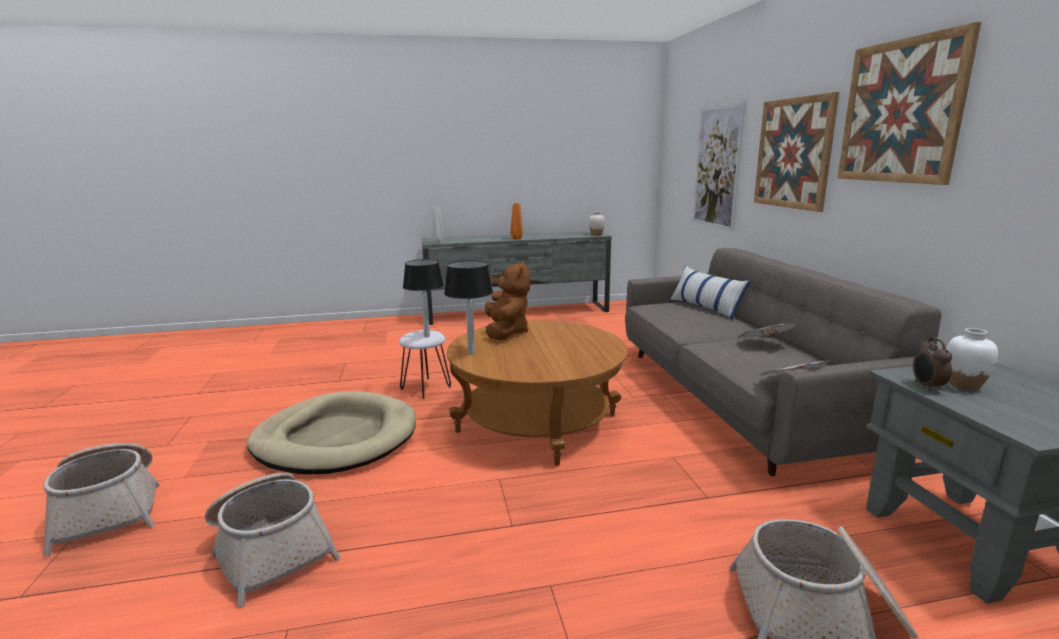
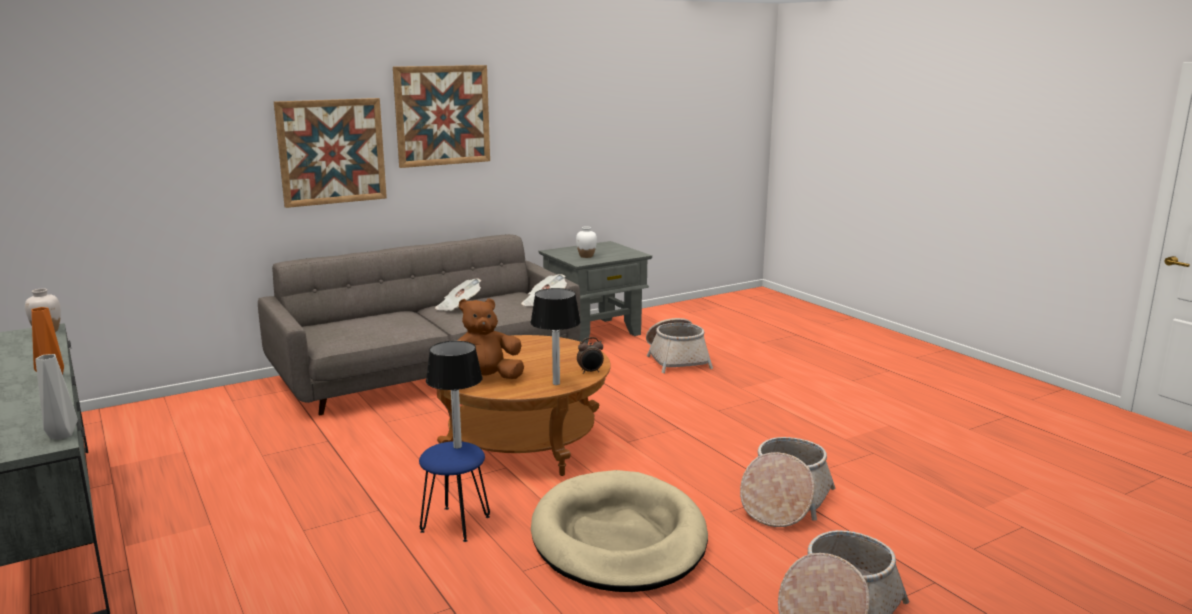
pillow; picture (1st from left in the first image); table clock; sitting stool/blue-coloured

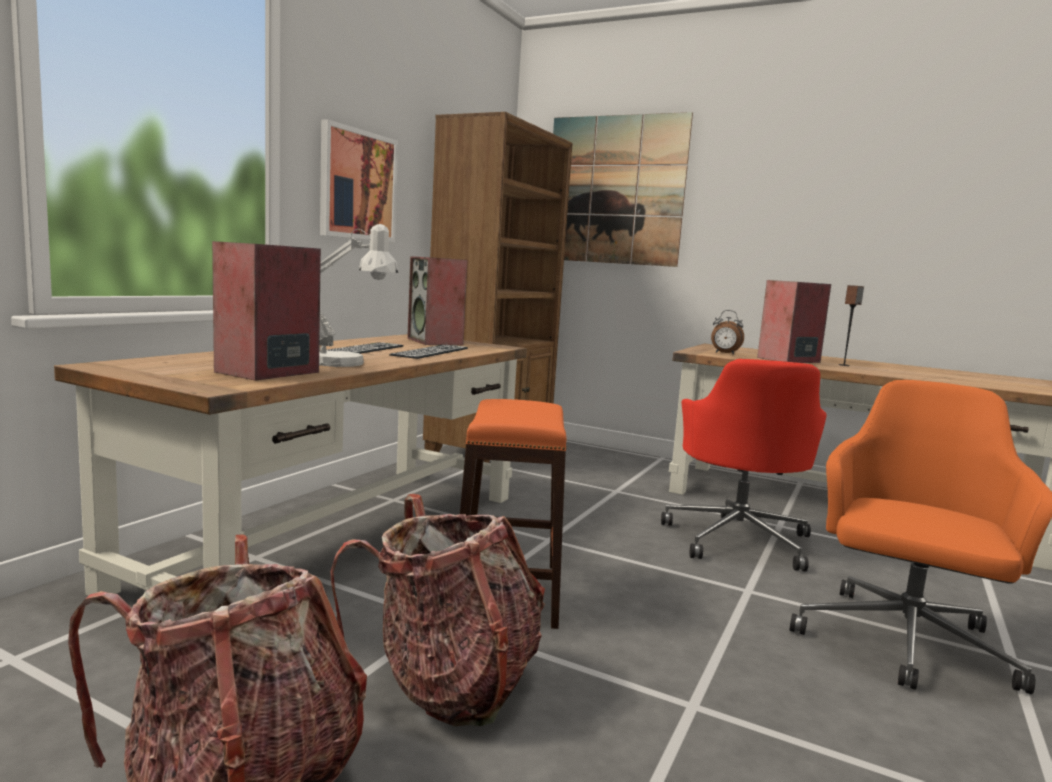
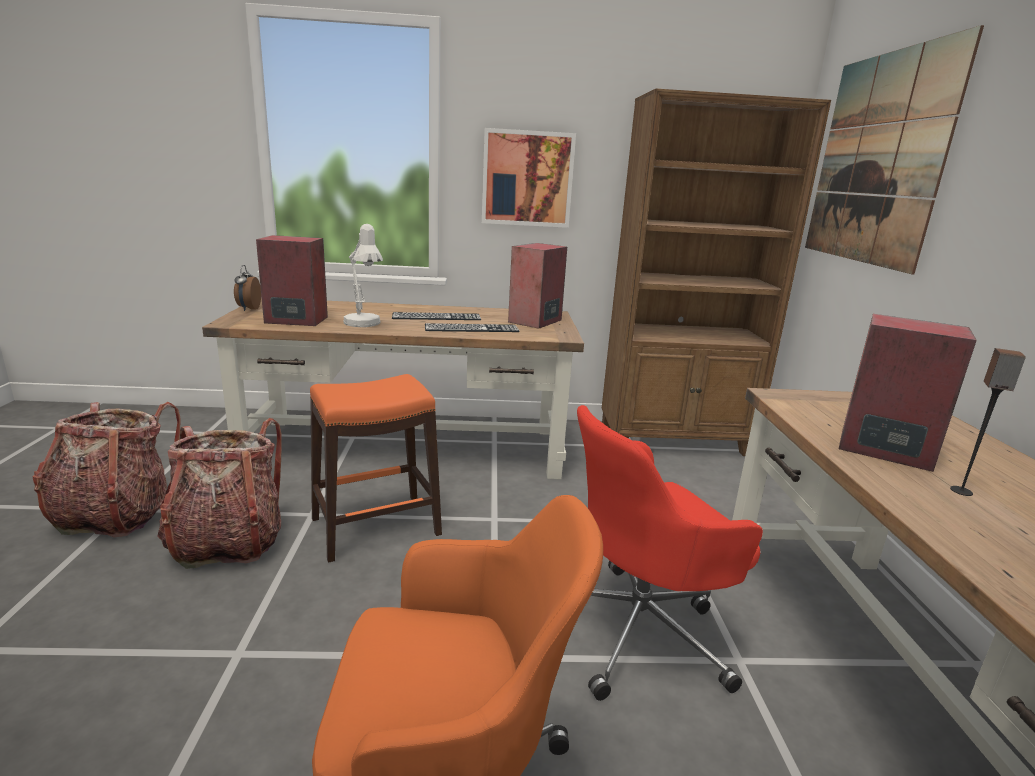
table clock

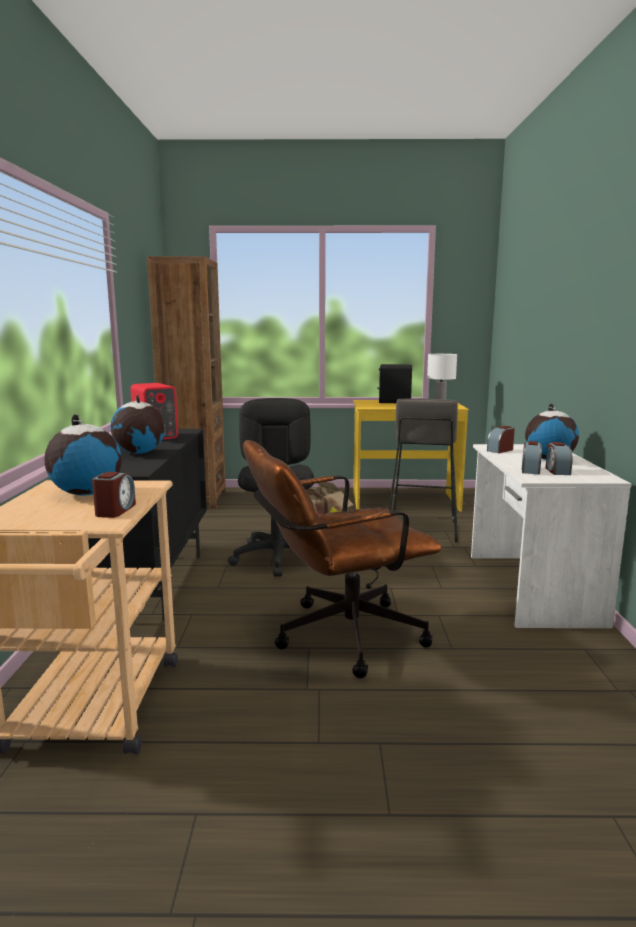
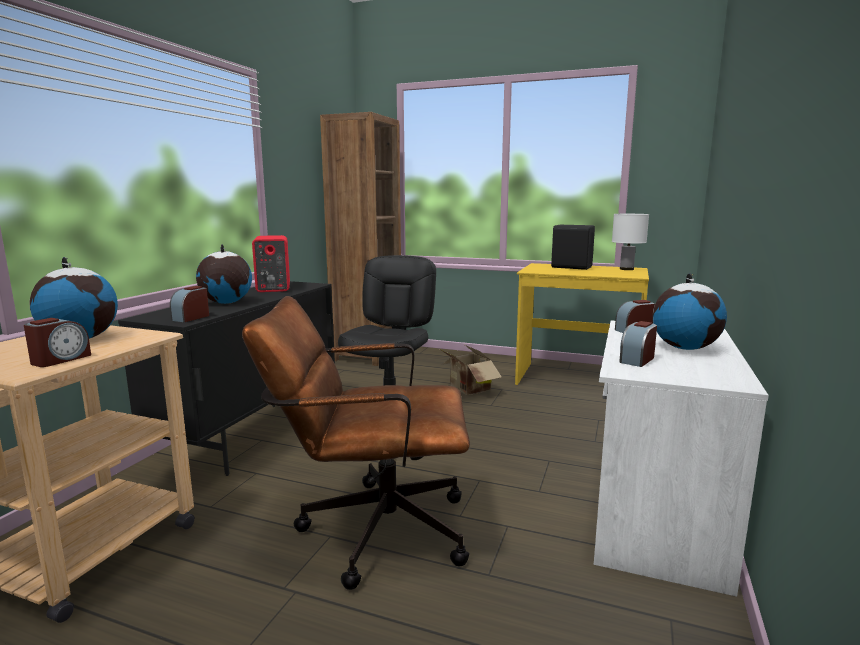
sitting stool/grey; table clock (2nd from left)

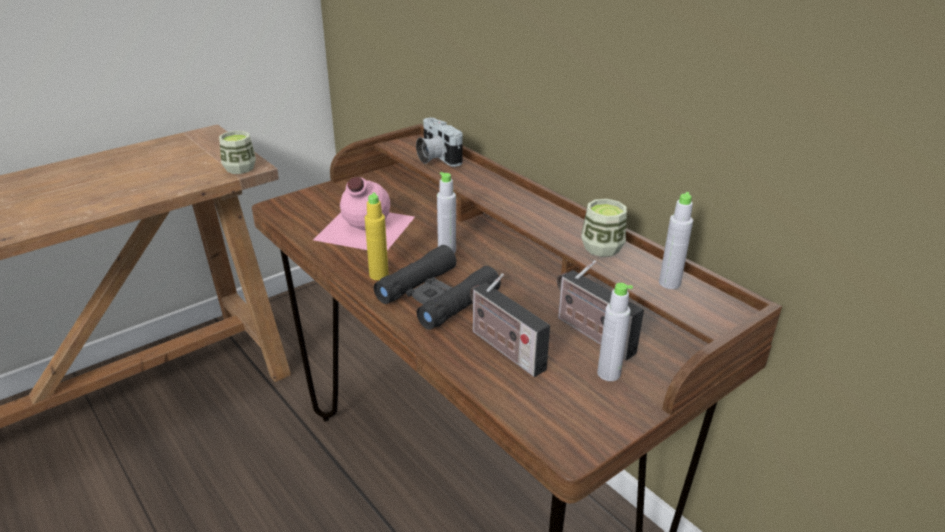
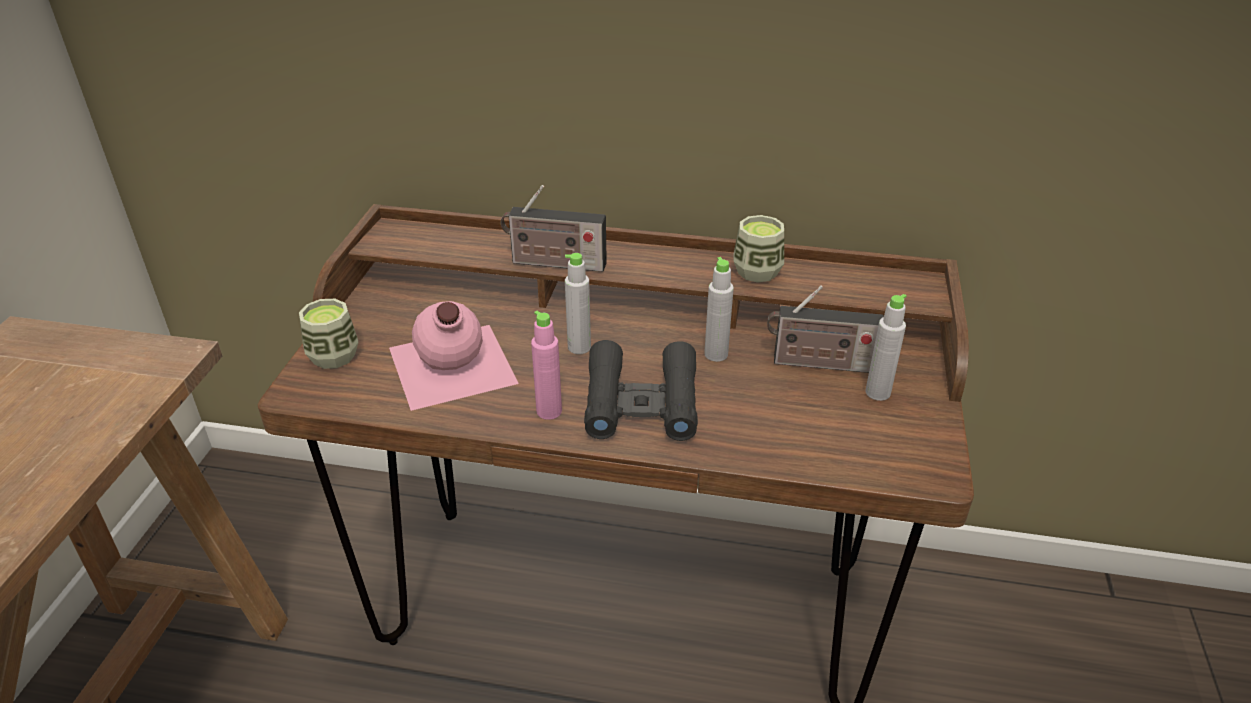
still camera; small cup (1st from left); radio (1st from left); bottle/grey (2nd from left); bottle/pinkish (2nd from left)

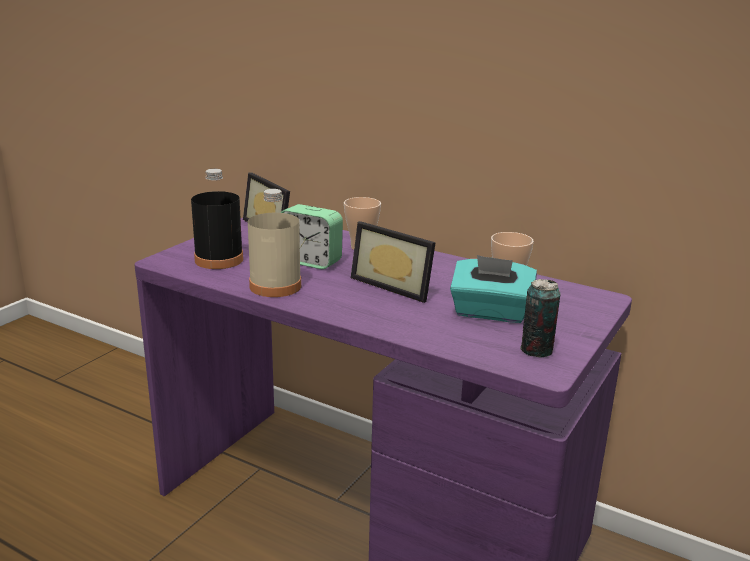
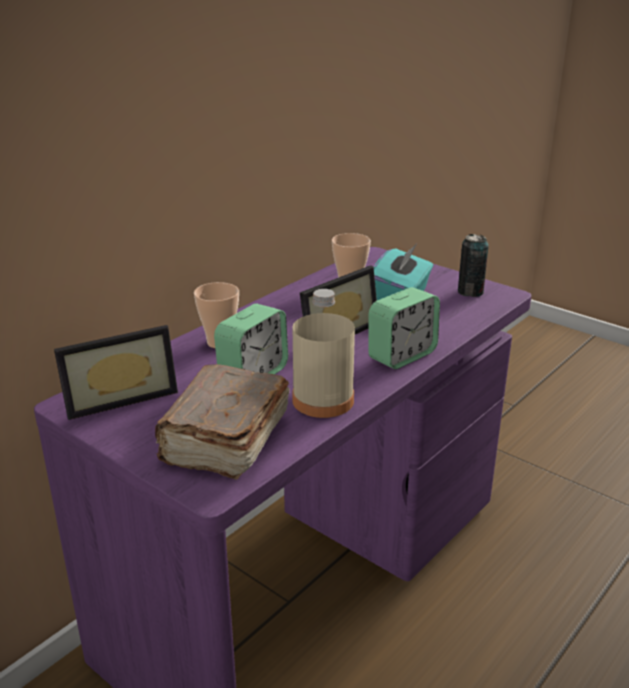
table clock (2nd from left); book/brownish

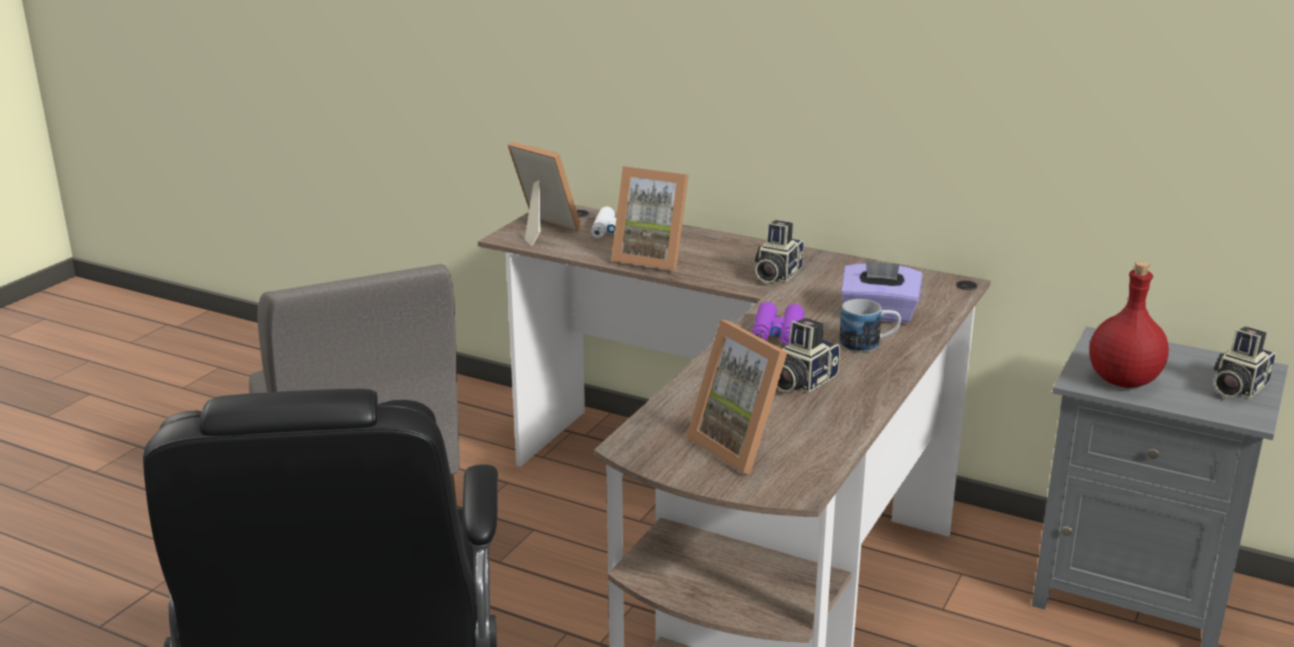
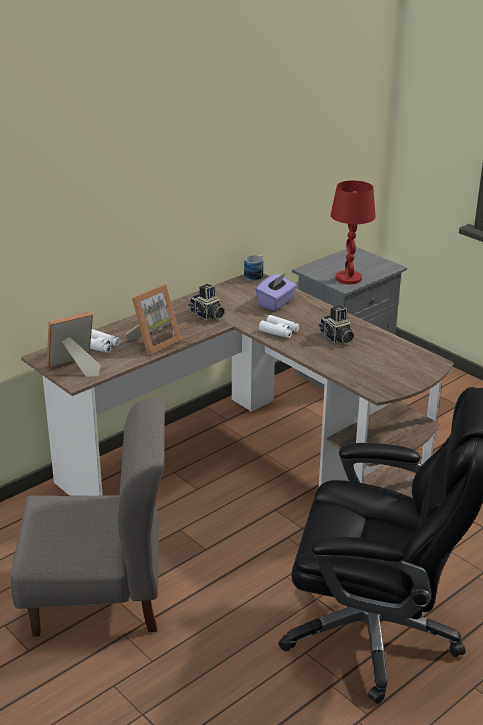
picture frame (3rd from left in the first image); still camera (3rd from left in the first image); tea mug; tabletop lamp/red-coloured; field glasses/white (2nd from left)

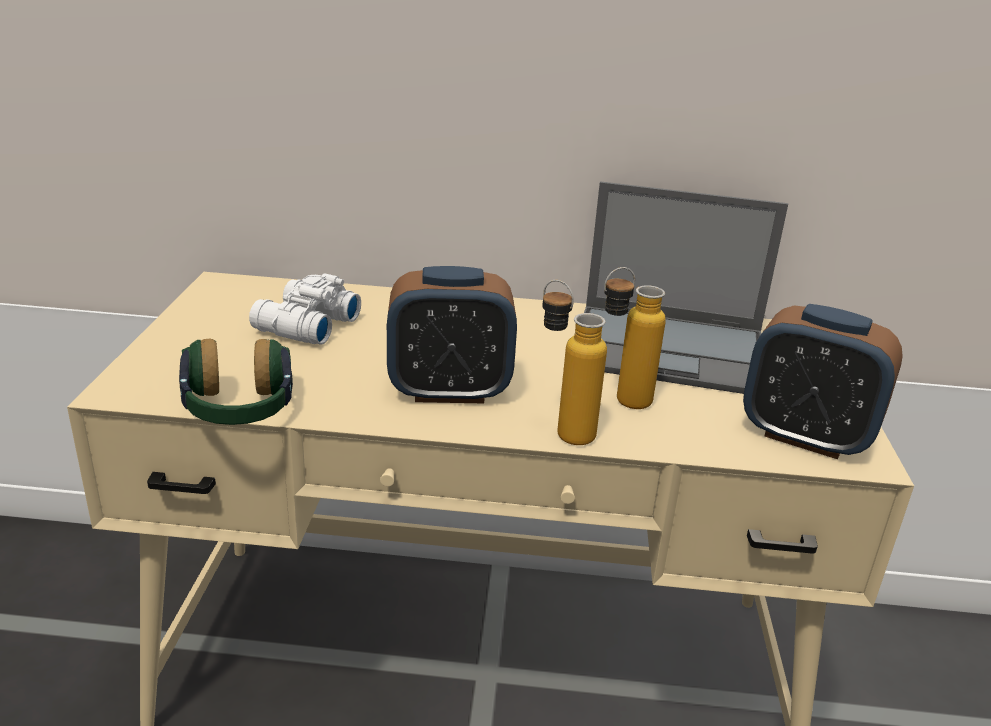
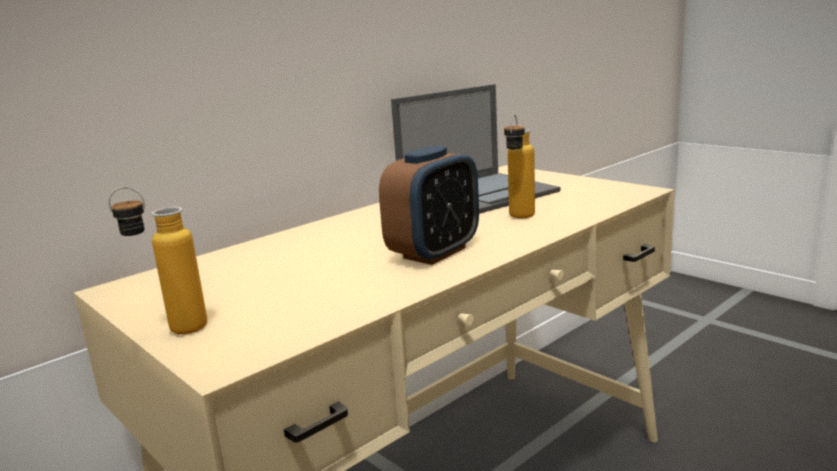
headset; field glasses/white; table clock (2nd from left in the first image); bottle (1st from left)

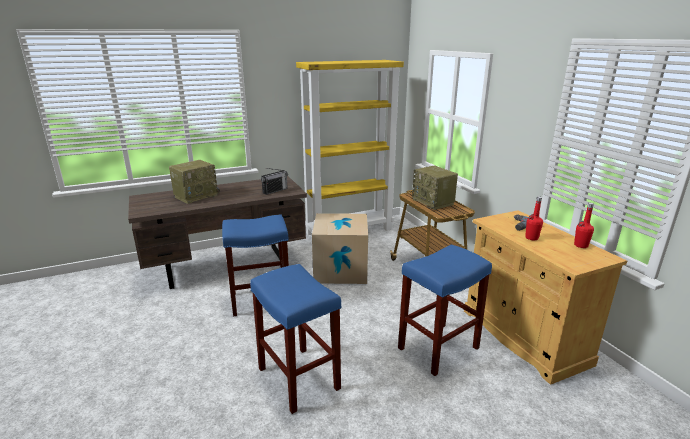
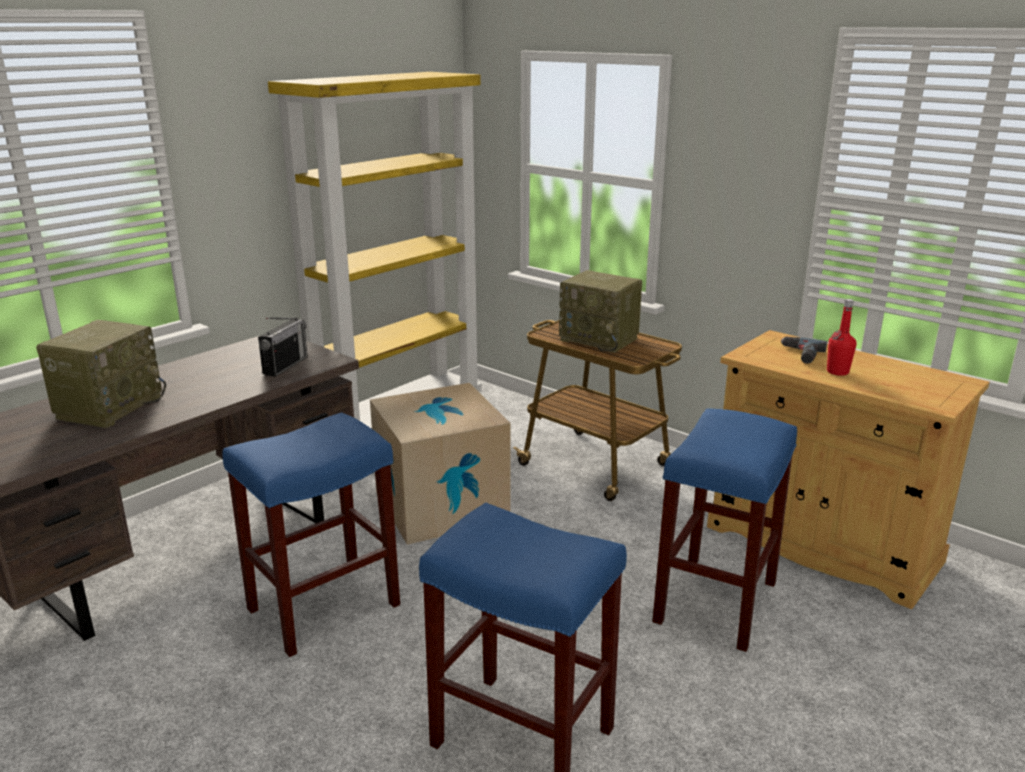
bottle/red-coloured (2nd from left in the first image)

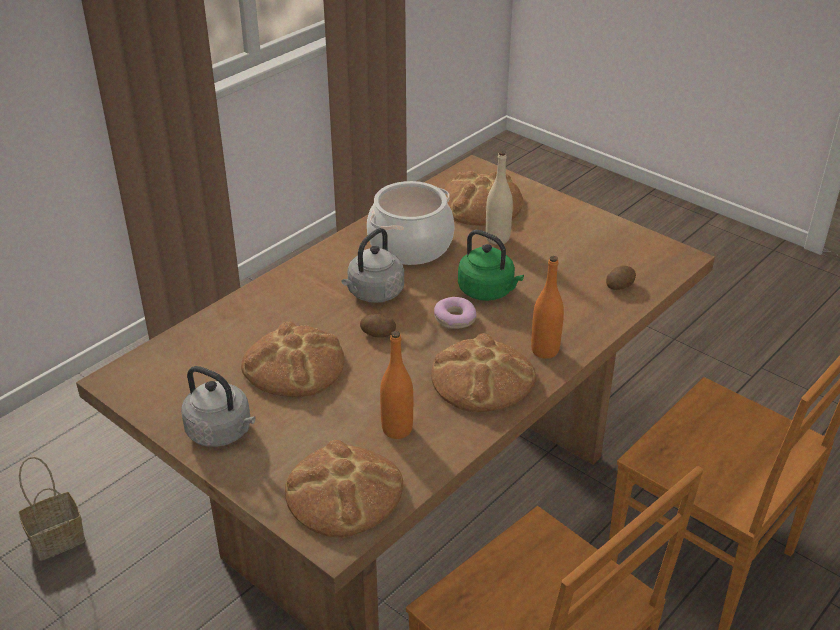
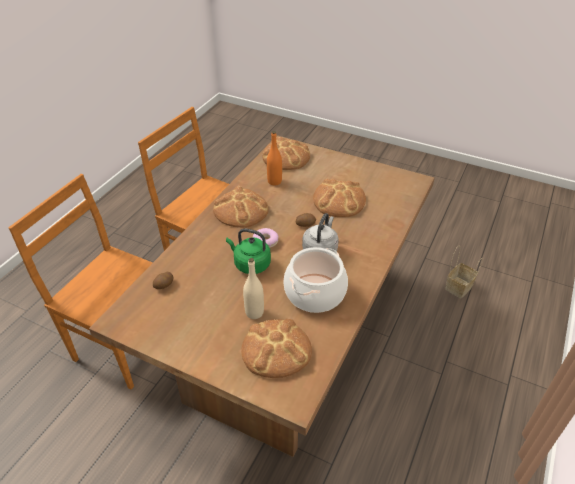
kettle/grey (1st from left in the first image); bottle/orangey (2nd from left in the first image)

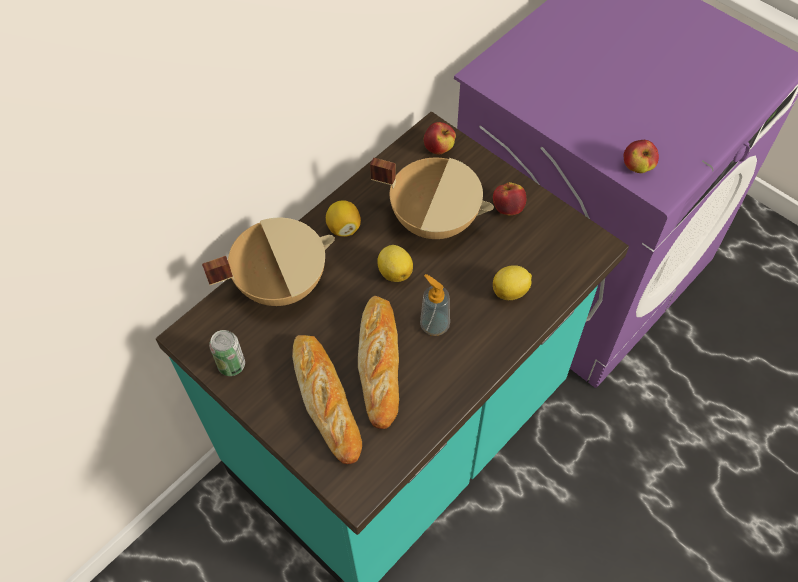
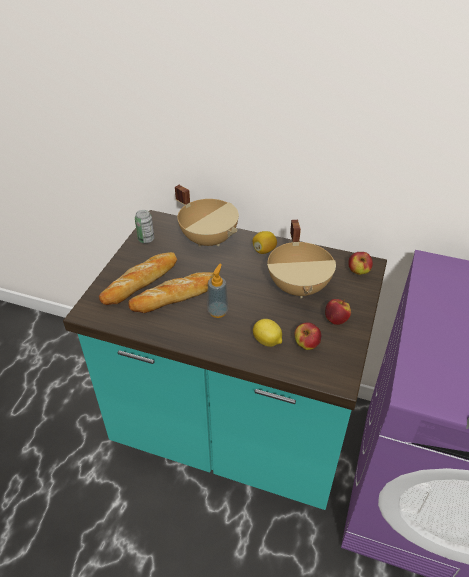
lemon (2nd from left in the first image); apple (1st from left)

